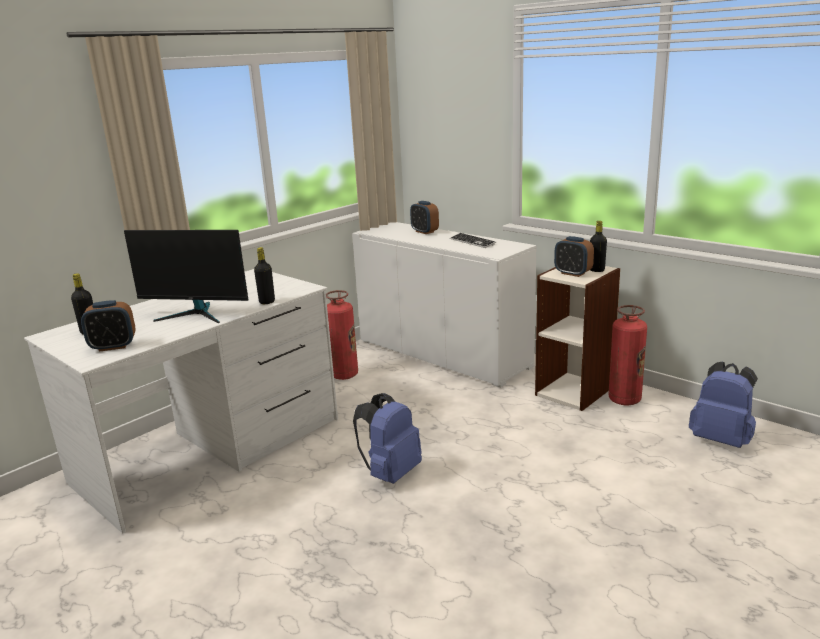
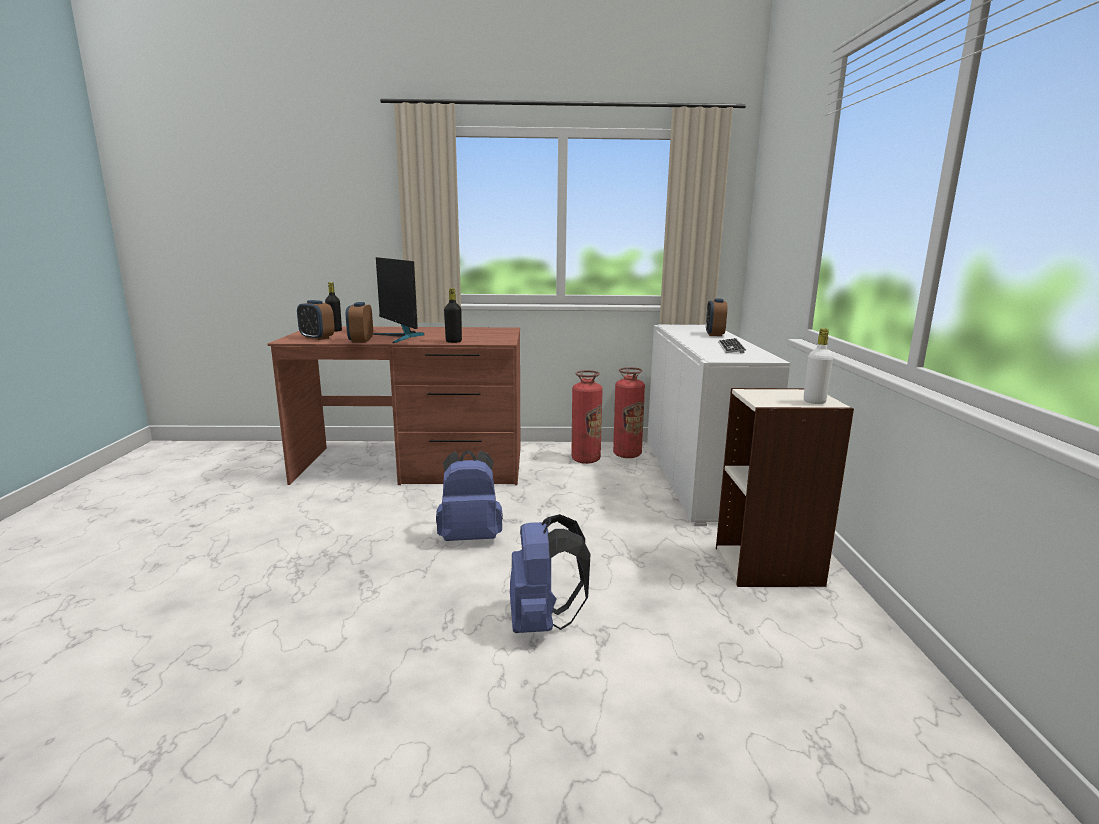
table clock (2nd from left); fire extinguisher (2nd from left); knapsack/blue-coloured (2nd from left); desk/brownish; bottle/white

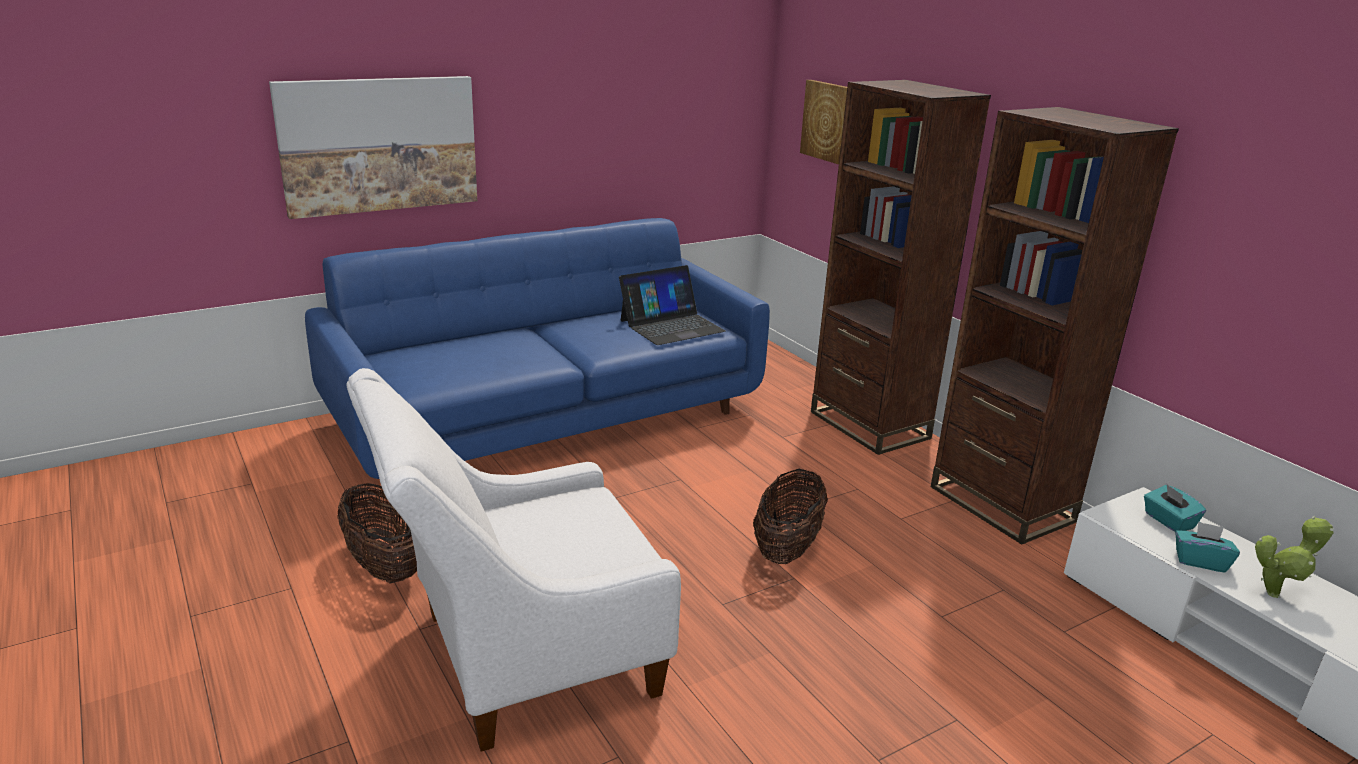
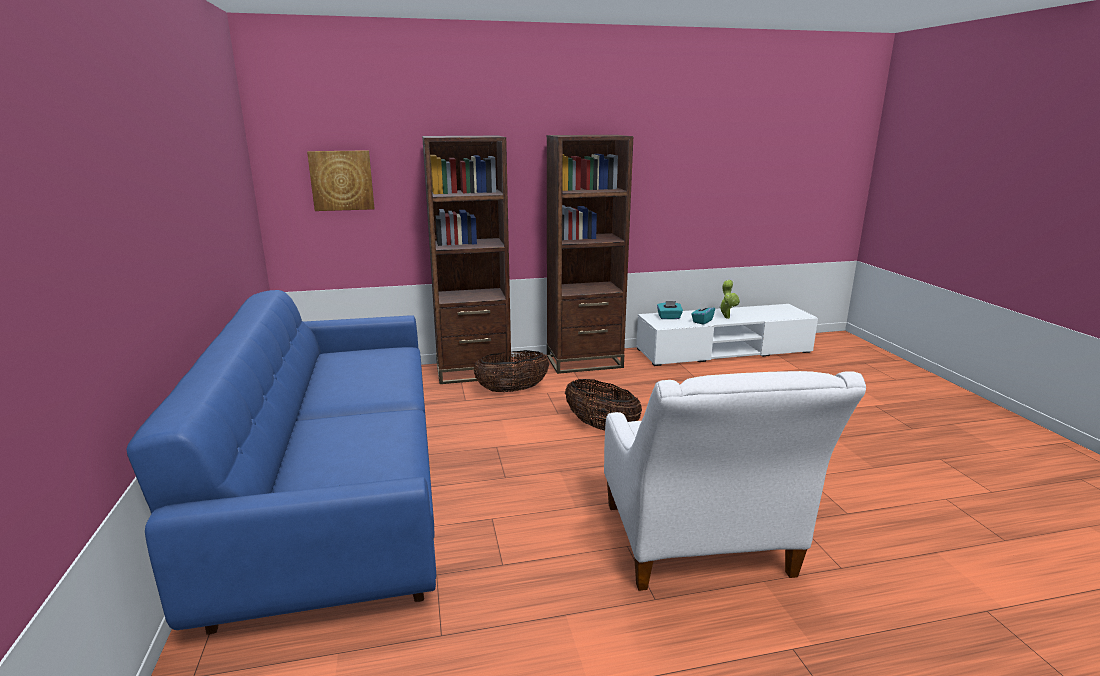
picture (1st from left in the first image); portable computer; basket (1st from left)

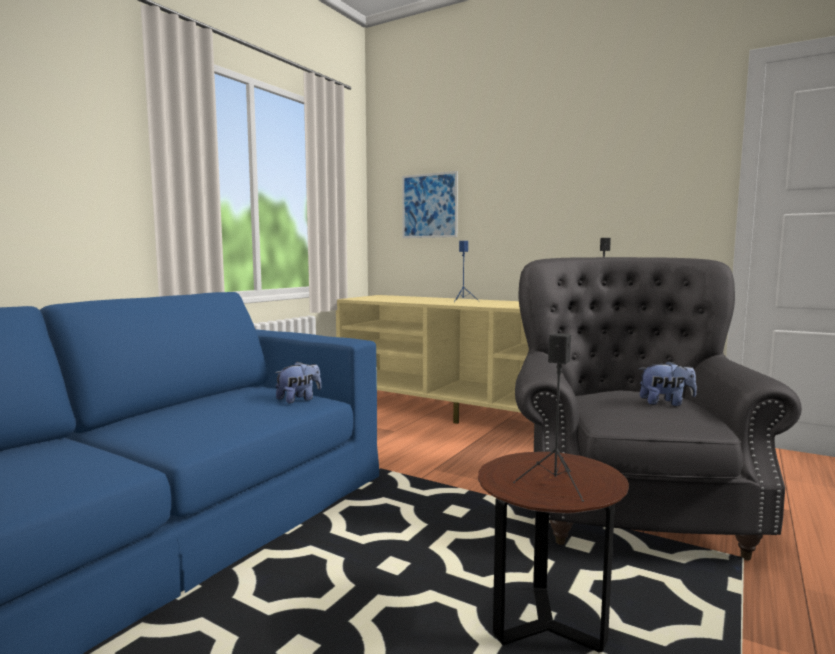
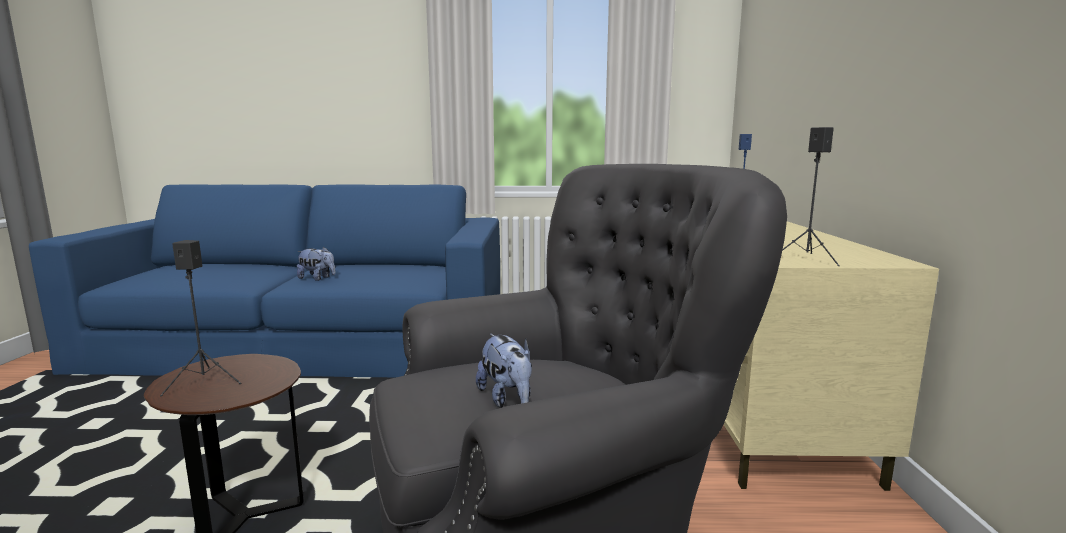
picture; cuddly toy (1st from left)

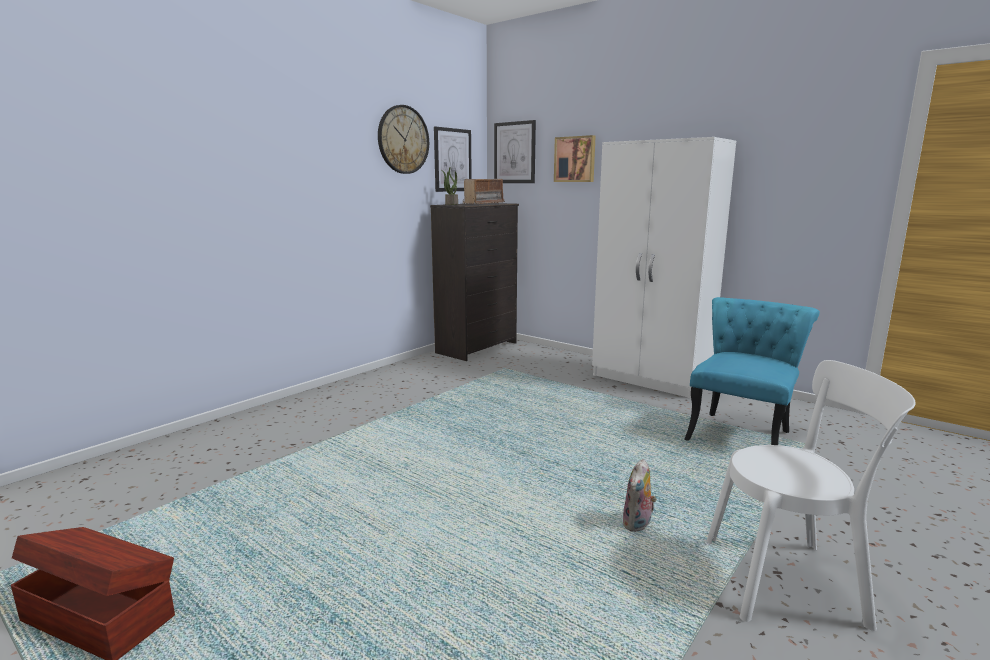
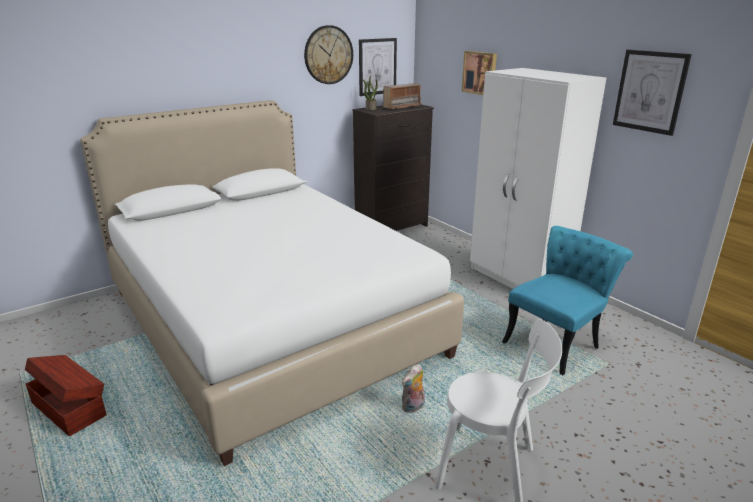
sleeping bed/white; picture (3rd from left)

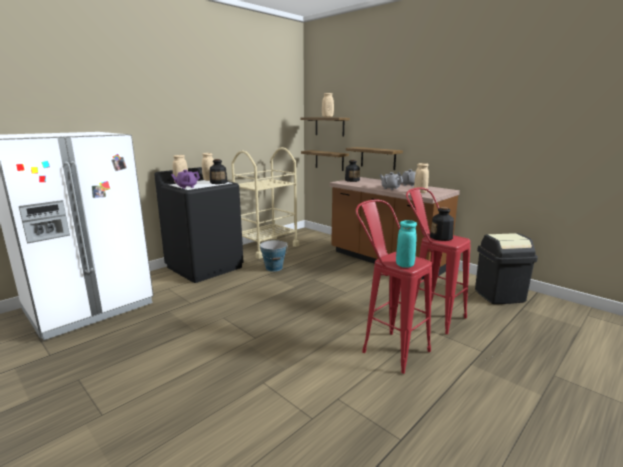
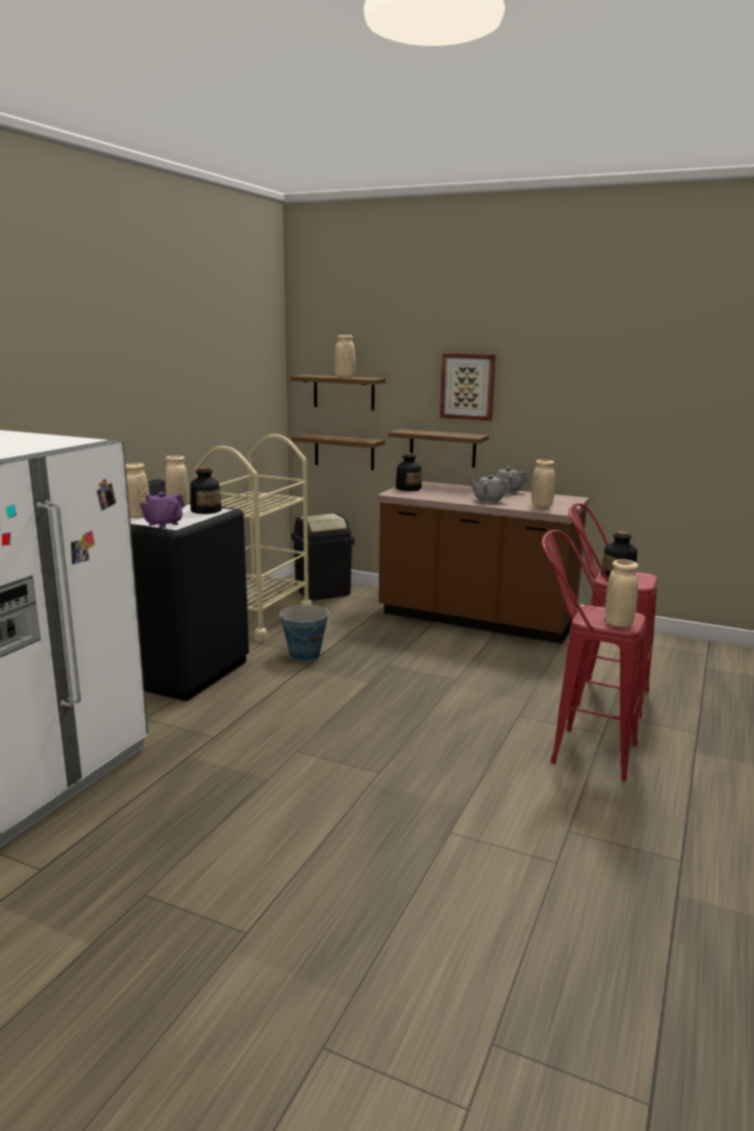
picture; waste bin/blackish; decorative vase/sand-coloured (5th from left)

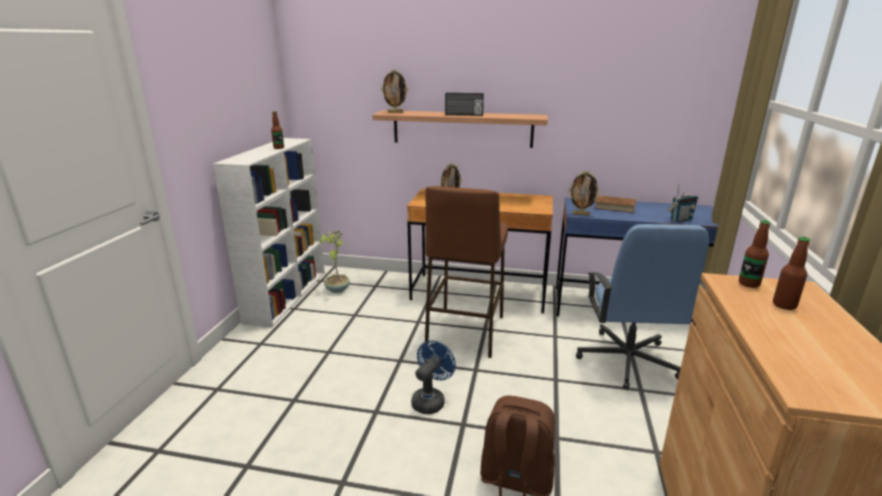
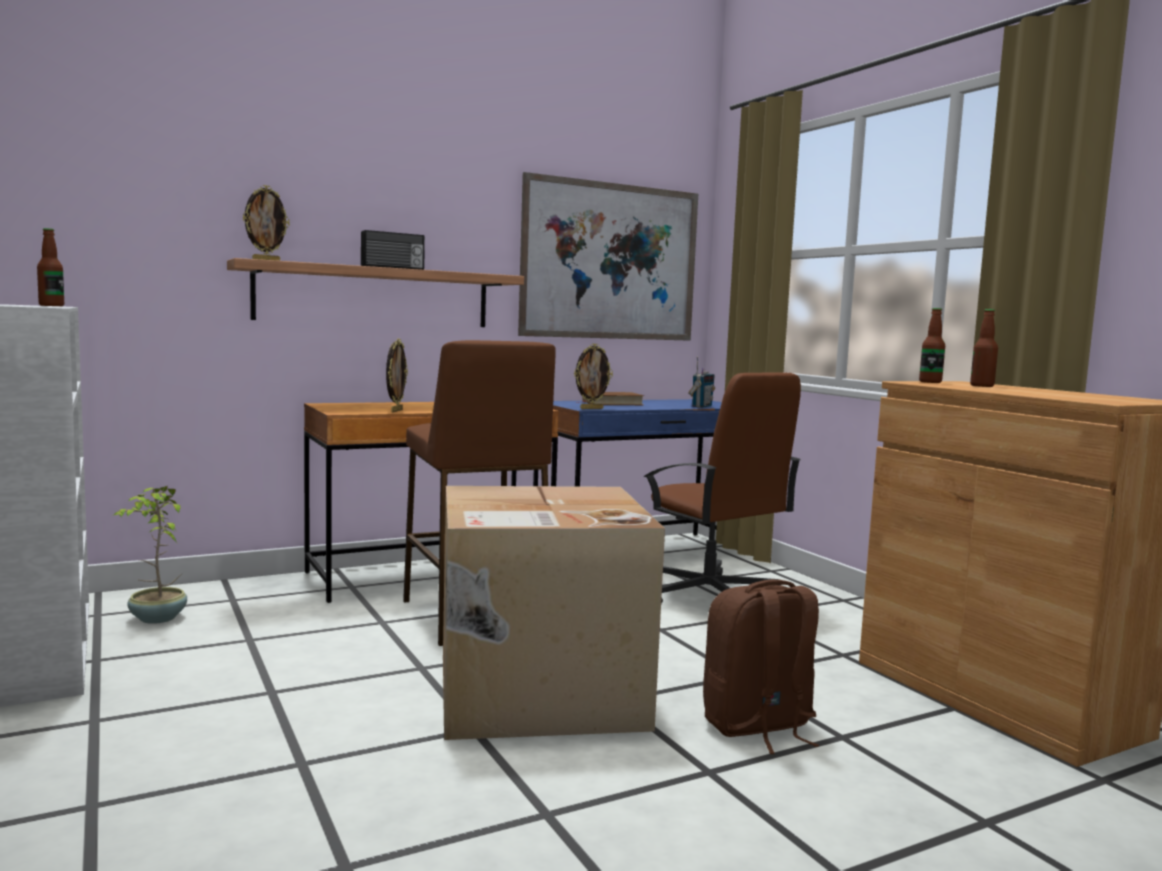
picture; carton; desk chair/brownish

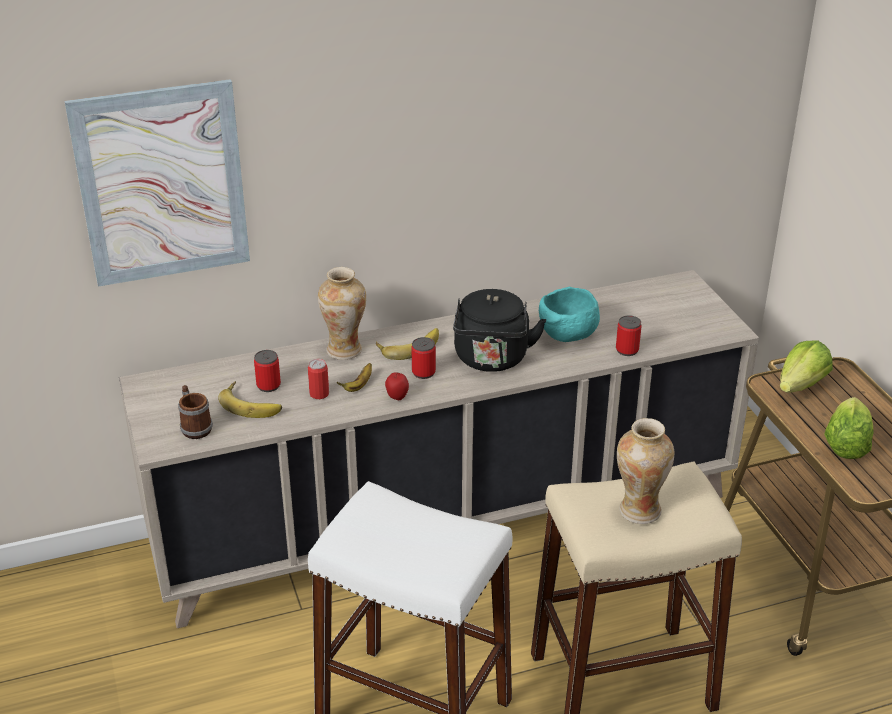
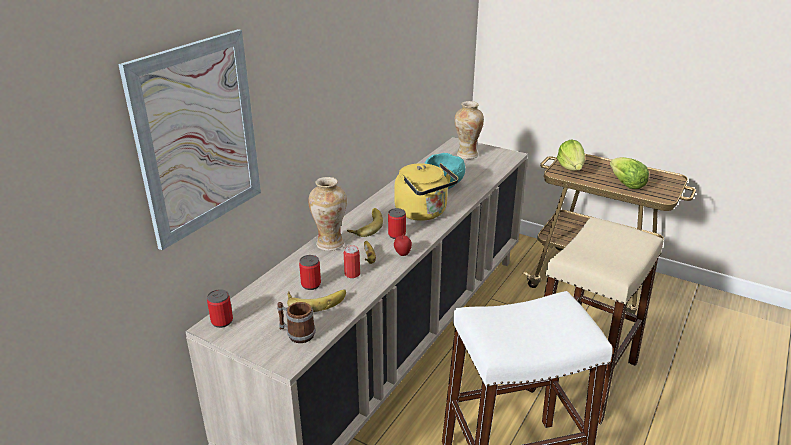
can (1st from left); decorative vase (2nd from left); kettle/yellow

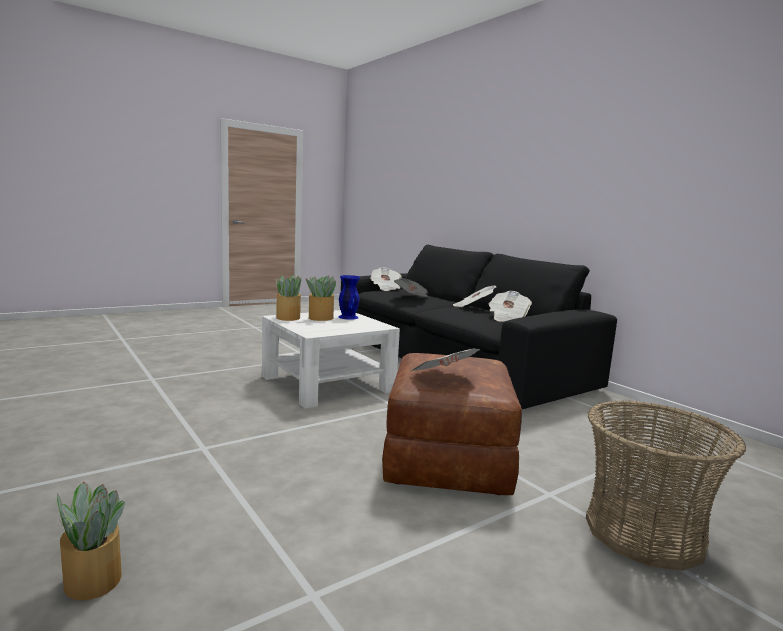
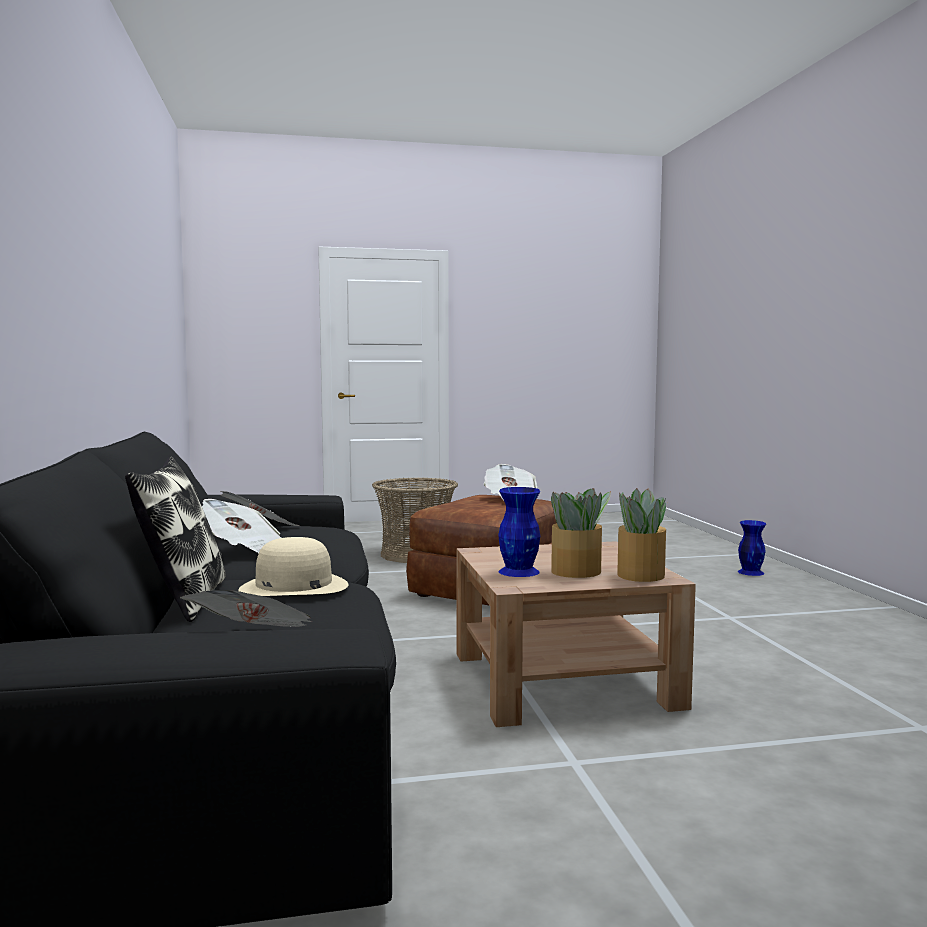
pillow; decorative vase/blue-coloured (2nd from left); hat/sand-coloured; lounge table/brownish

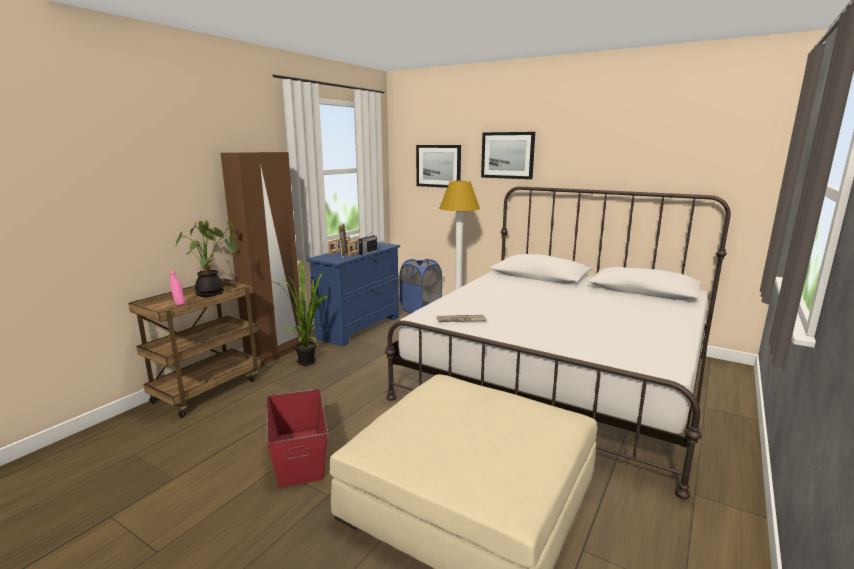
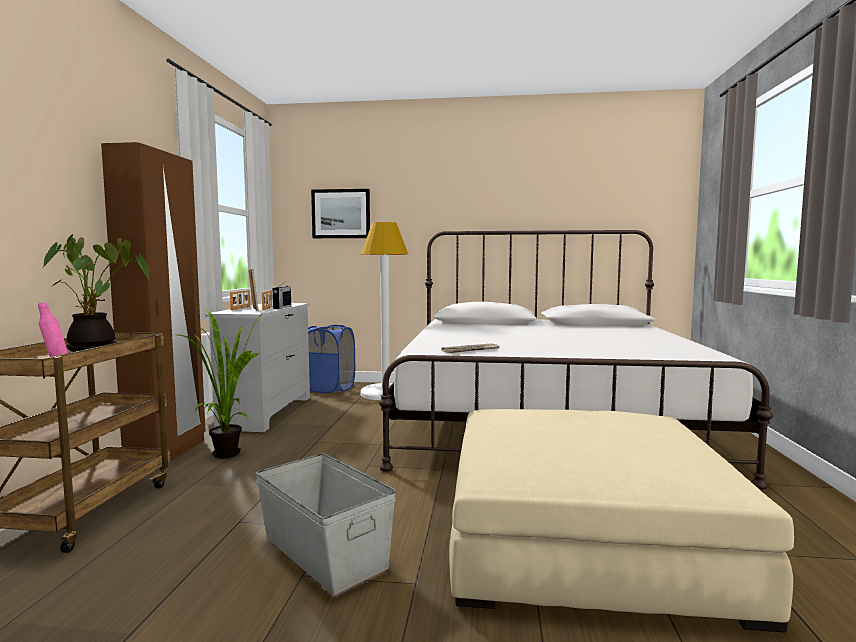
picture (2nd from left in the first image); storage bin/grey; dresser/white

